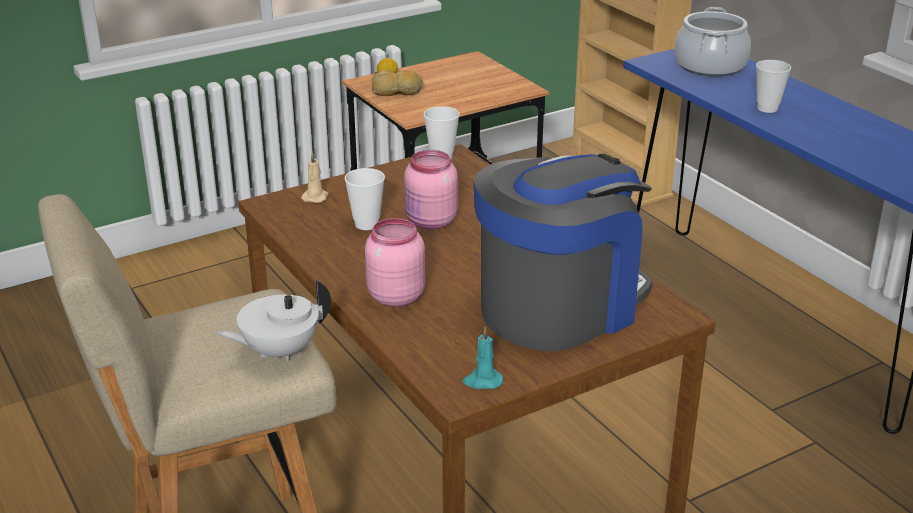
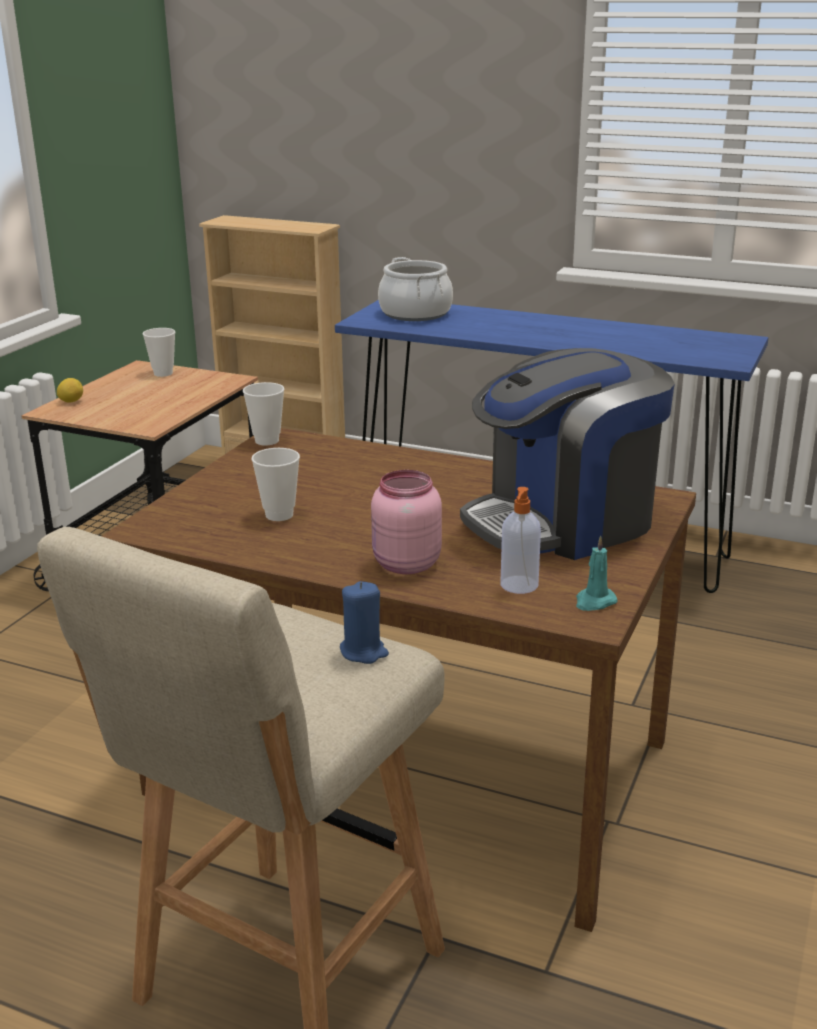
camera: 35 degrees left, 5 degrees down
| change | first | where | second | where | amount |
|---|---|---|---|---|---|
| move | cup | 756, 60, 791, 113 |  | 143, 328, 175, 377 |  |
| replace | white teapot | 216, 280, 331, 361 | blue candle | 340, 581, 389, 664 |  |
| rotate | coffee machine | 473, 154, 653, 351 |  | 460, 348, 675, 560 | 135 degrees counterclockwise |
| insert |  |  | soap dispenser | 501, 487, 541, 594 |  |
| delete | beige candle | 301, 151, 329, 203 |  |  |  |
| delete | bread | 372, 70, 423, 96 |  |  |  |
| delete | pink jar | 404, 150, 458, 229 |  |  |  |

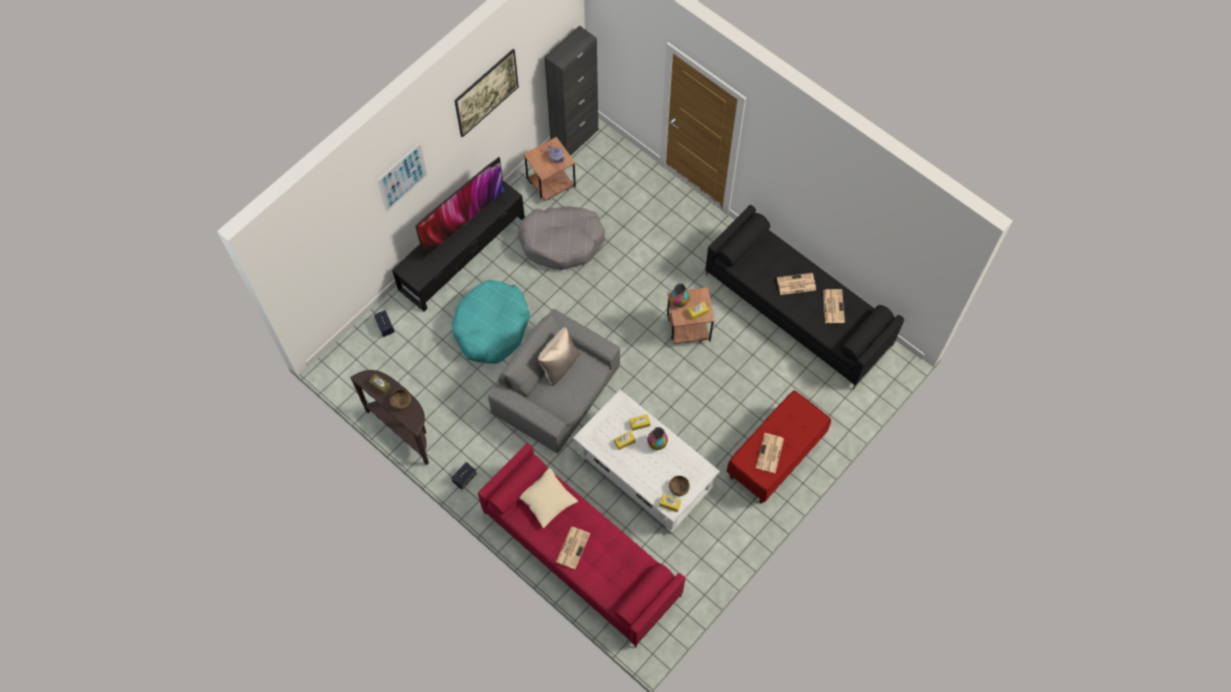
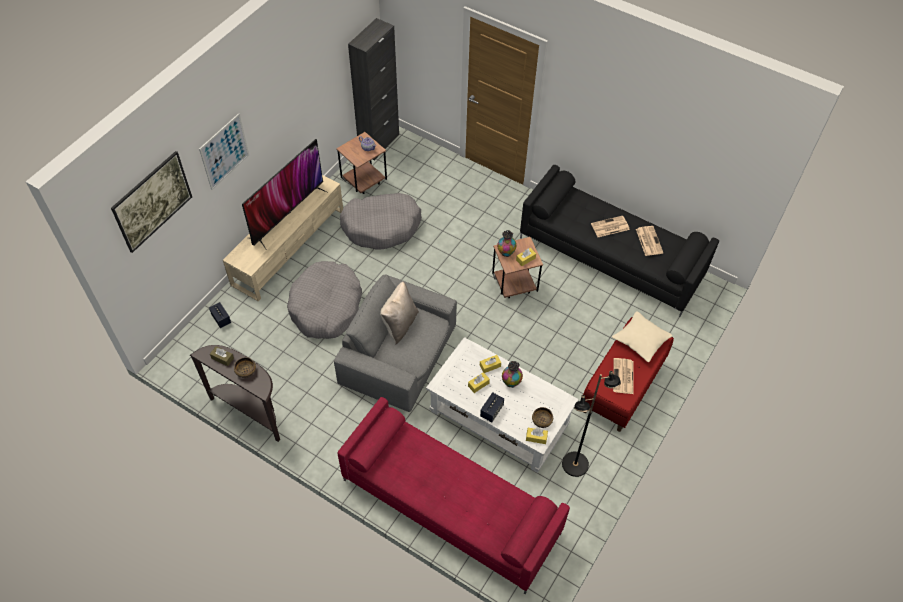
camera: 10 degrees left, 10 degrees down
| change | first | where | second | where | amount |
|---|---|---|---|---|---|
| move | picture | 454, 49, 519, 138 |  | 111, 151, 192, 253 |  |
| recolor | black tv stand | 392, 181, 525, 312 | beige tv stand | 223, 175, 343, 301 |  |
| recolor | turquoise dog bed | 452, 280, 530, 364 | grey dog bed | 287, 261, 362, 339 |  |
| move | speaker | 451, 462, 477, 490 |  | 480, 392, 504, 422 |  |
| insert |  |  | black floor lamp | 562, 371, 621, 477 |  |
| move | beige pillow | 520, 468, 578, 528 |  | 612, 311, 672, 362 |  |
| delete | newspaper | 556, 527, 590, 569 |  |  |  |

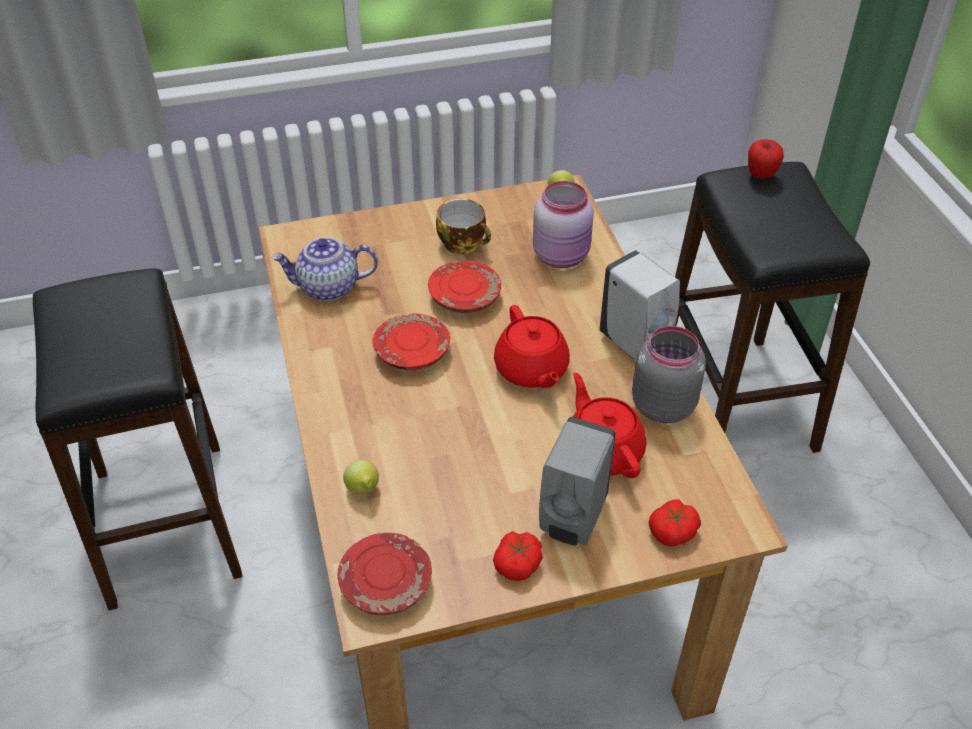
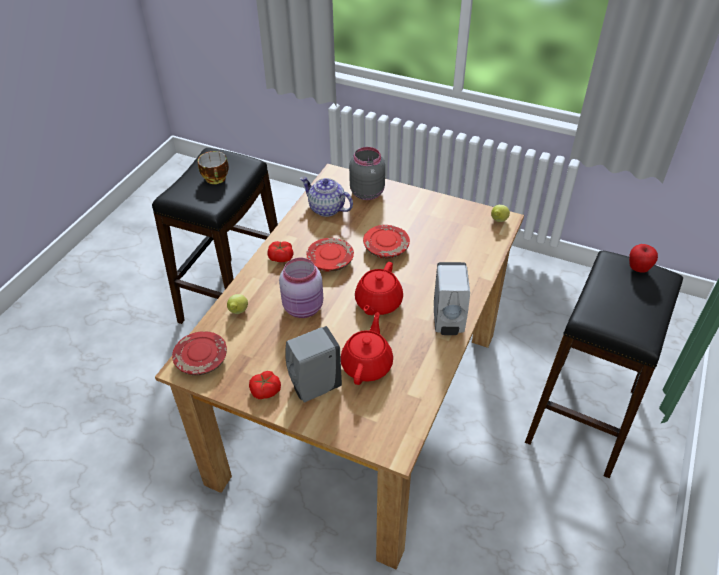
camera: 40 degrees right, 0 degrees up
| change | first | where | second | where | amount |
|---|---|---|---|---|---|
| move | cup | 436, 199, 491, 254 |  | 198, 151, 229, 184 |  |
| move | tomato | 649, 500, 701, 547 |  | 268, 241, 294, 262 |  |
| move | pink jar | 533, 181, 594, 268 |  | 279, 258, 323, 318 |  |
| move | grey jar | 632, 326, 706, 423 |  | 349, 147, 385, 200 |  |

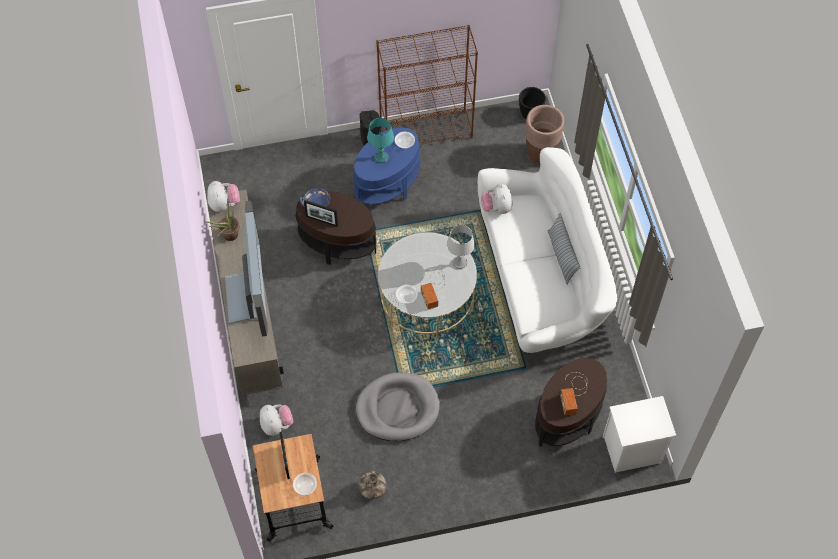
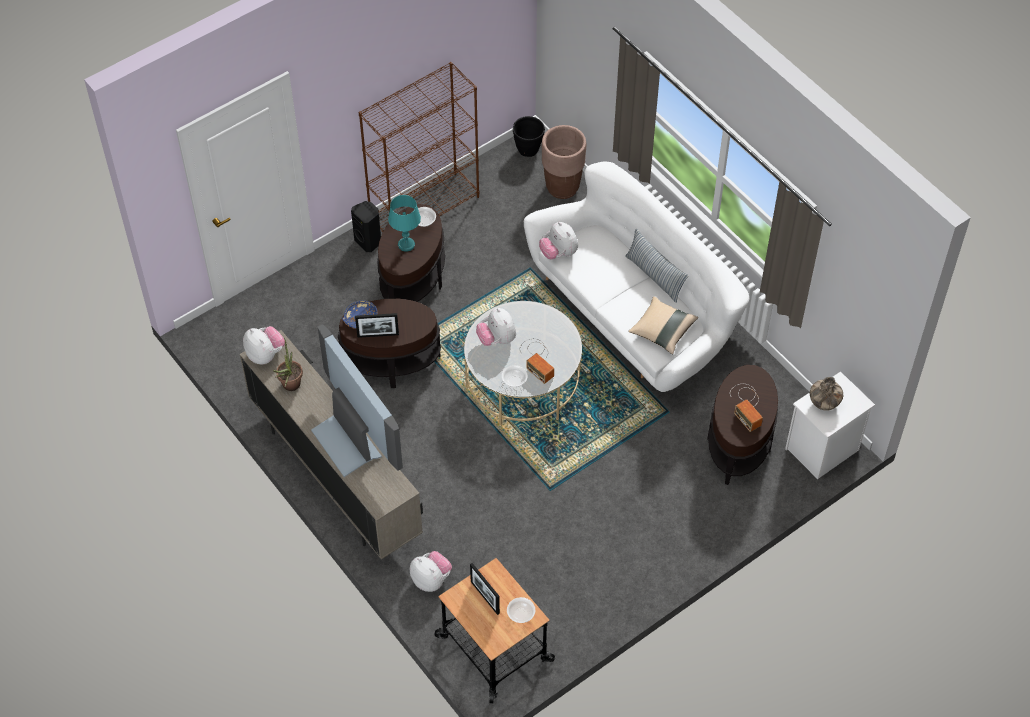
camera: 25 degrees left, 5 degrees down
| change | first | where | second | where | amount |
|---|---|---|---|---|---|
| recolor | blue side table | 353, 127, 421, 205 | brown side table | 377, 204, 445, 302 |  |
| insert |  |  | plush toy | 476, 308, 516, 346 |  |
| insert |  |  | beige pillow | 628, 296, 698, 354 |  |
| move | vase | 359, 471, 387, 499 |  | 810, 377, 843, 411 |  |
| delete | grey dog bed | 356, 372, 440, 441 |  |  |  |
| delete | grey table lamp | 447, 225, 475, 269 |  |  |  |

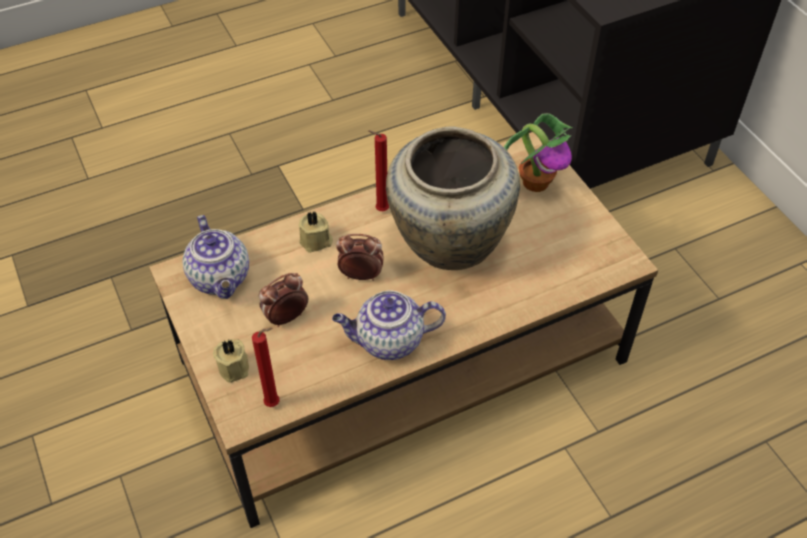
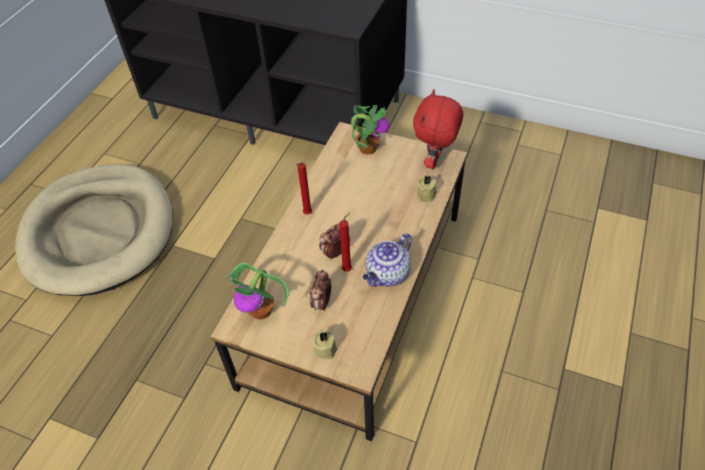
camera: 40 degrees left, 0 degrees up
| change | first | where | second | where | amount |
|---|---|---|---|---|---|
| insert |  |  | beige dog bed | 15, 164, 173, 296 |  |
| replace | teapot | 183, 215, 249, 299 | potted plant | 224, 263, 289, 320 |  |
| move | red candle | 252, 328, 280, 407 |  | 339, 212, 352, 272 |  |
| insert |  |  | red plush toy | 413, 89, 463, 169 |  |
| move | beige candle | 298, 212, 333, 253 |  | 417, 175, 437, 203 |  |
| delete | beige vase | 386, 126, 520, 270 |  |  |  |

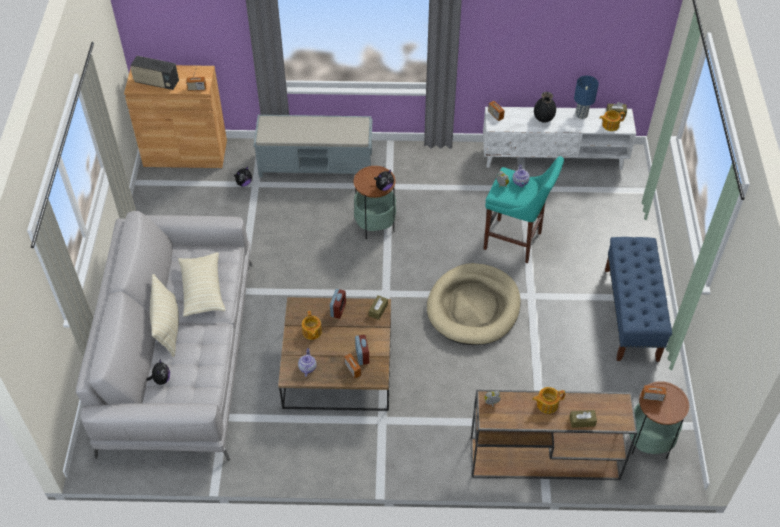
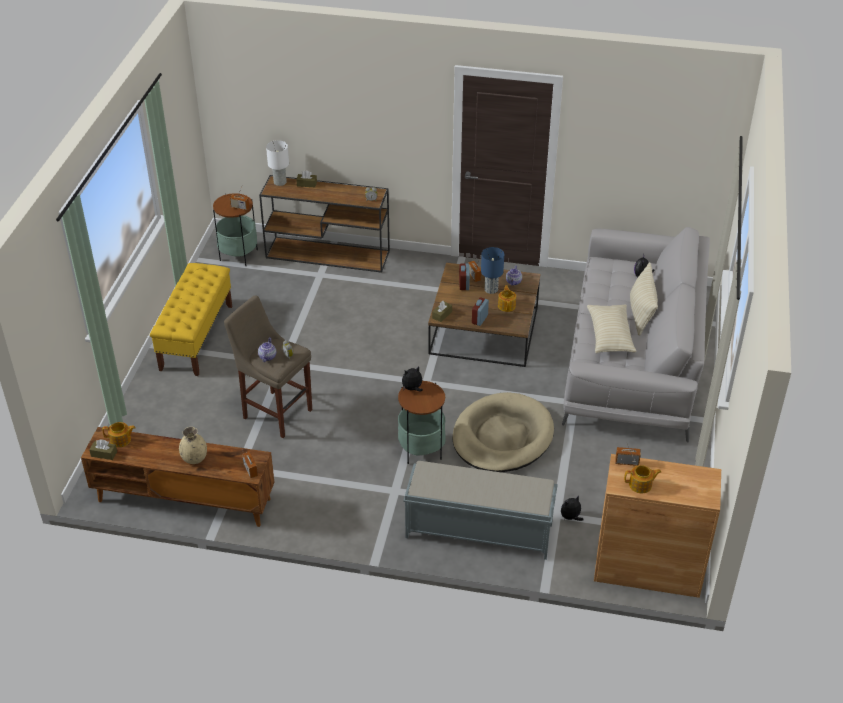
camera: 170 degrees left, 10 degrees down
| change | first | where | second | where | amount |
|---|---|---|---|---|---|
| recolor | white tv stand | 483, 107, 636, 170 | brown tv stand | 81, 427, 274, 527 |  |
| recolor | blue bench | 605, 237, 672, 362 | yellow bench | 150, 263, 232, 376 |  |
| recolor | black vase | 534, 92, 556, 123 | beige vase | 179, 427, 207, 464 |  |
| recolor | turquoise stool | 484, 156, 564, 263 | beige stool | 224, 295, 312, 438 |  |
| insert |  |  | white table lamp | 266, 140, 289, 186 |  |
| move | beige dog bed | 427, 263, 521, 345 |  | 452, 392, 554, 472 |  |
| move | blue table lamp | 574, 76, 599, 119 |  | 481, 247, 504, 294 |  |
| move | teapot | 532, 387, 565, 414 |  | 624, 465, 661, 493 |  |
| delete | radio | 131, 56, 179, 90 |  |  |  |

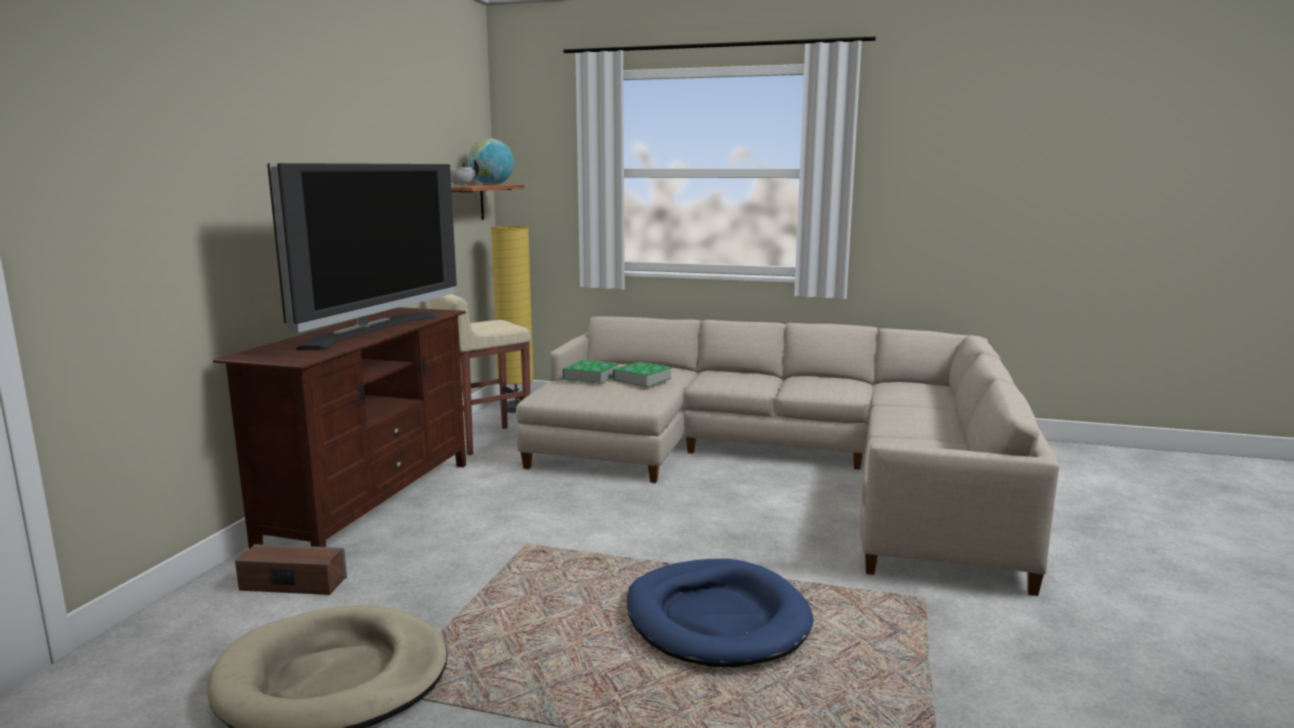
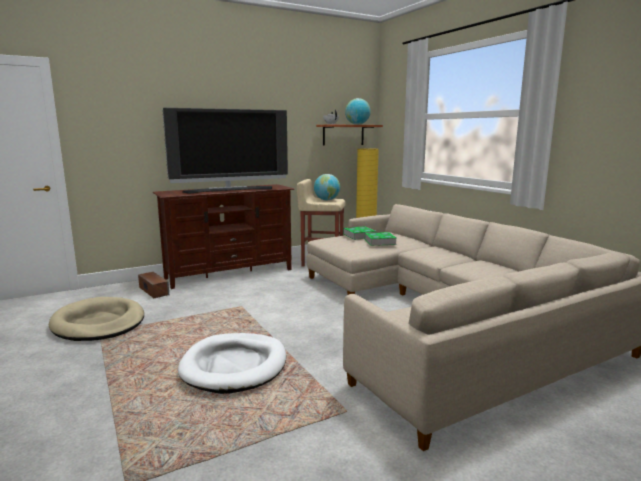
camera: 45 degrees right, 0 degrees up
| change | first | where | second | where | amount |
|---|---|---|---|---|---|
| recolor | blue dog bed | 626, 559, 813, 667 | white dog bed | 178, 333, 286, 394 |  |
| insert |  |  | globe | 314, 174, 340, 200 |  |

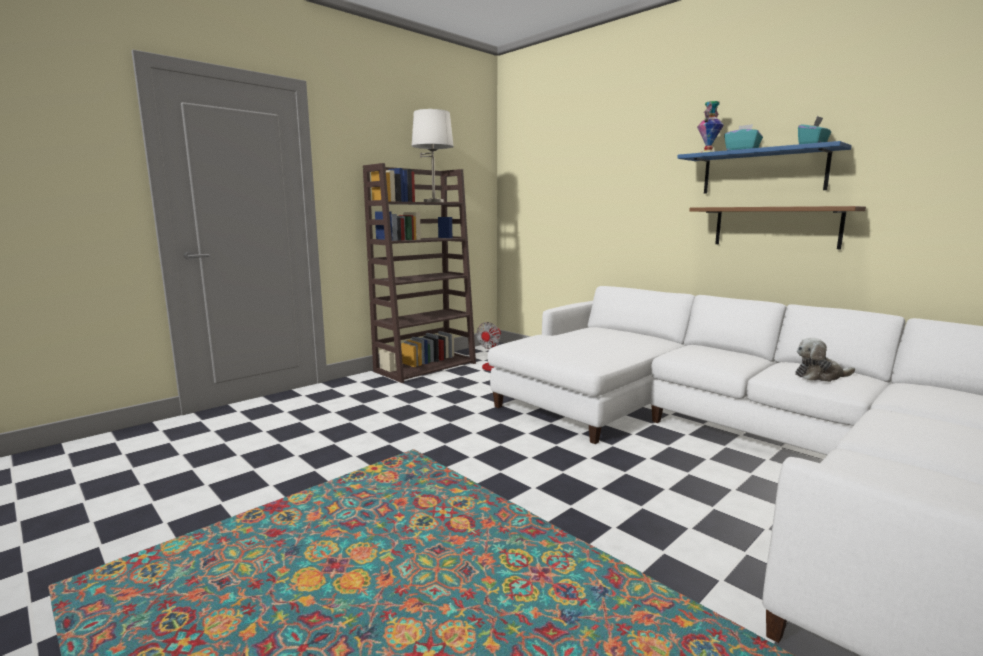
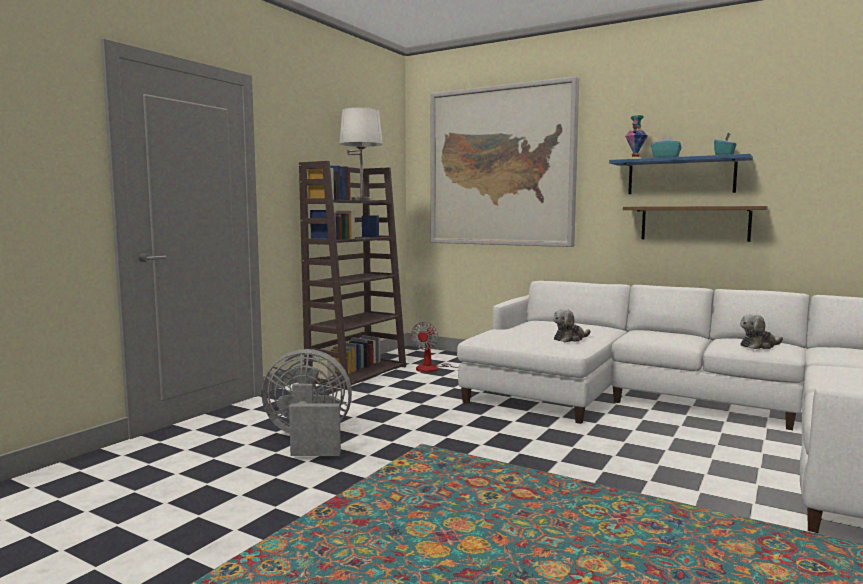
camera: 15 degrees left, 5 degrees down
| change | first | where | second | where | amount |
|---|---|---|---|---|---|
| insert |  |  | grey fan | 261, 349, 352, 456 |  |
| insert |  |  | picture | 430, 76, 579, 247 |  |
| insert |  |  | plush toy | 553, 309, 590, 342 |  |

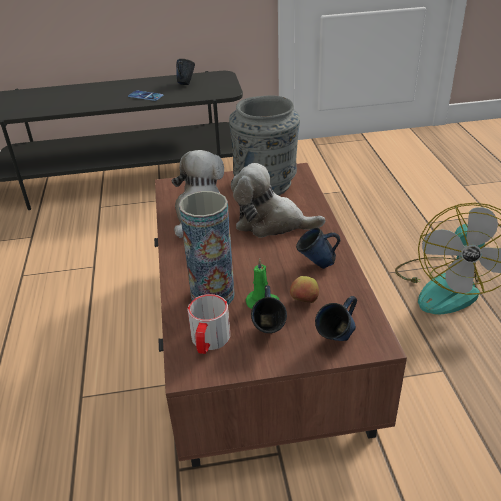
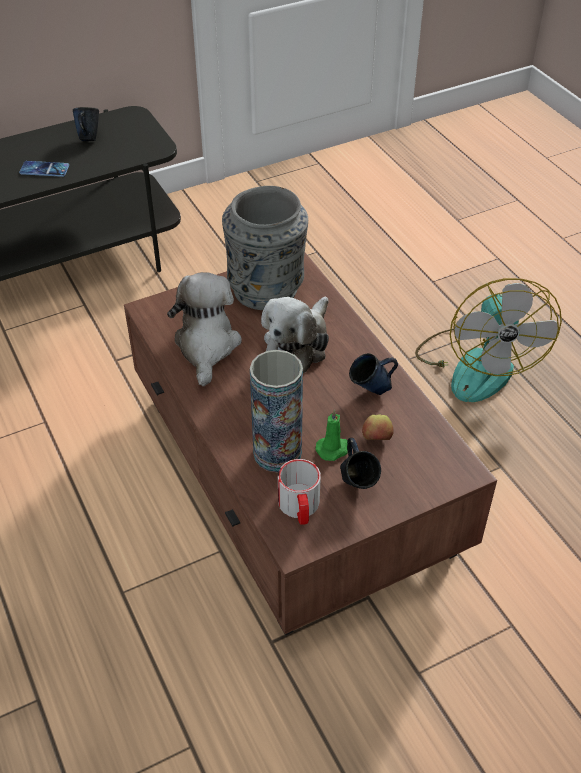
camera: 20 degrees left, 10 degrees up
| change | first | where | second | where | amount |
|---|---|---|---|---|---|
| rotate | plush toy | 231, 163, 325, 238 |  | 261, 297, 329, 373 | 60 degrees counterclockwise |
| delete | blue mug | 315, 296, 357, 341 |  |  |  |

